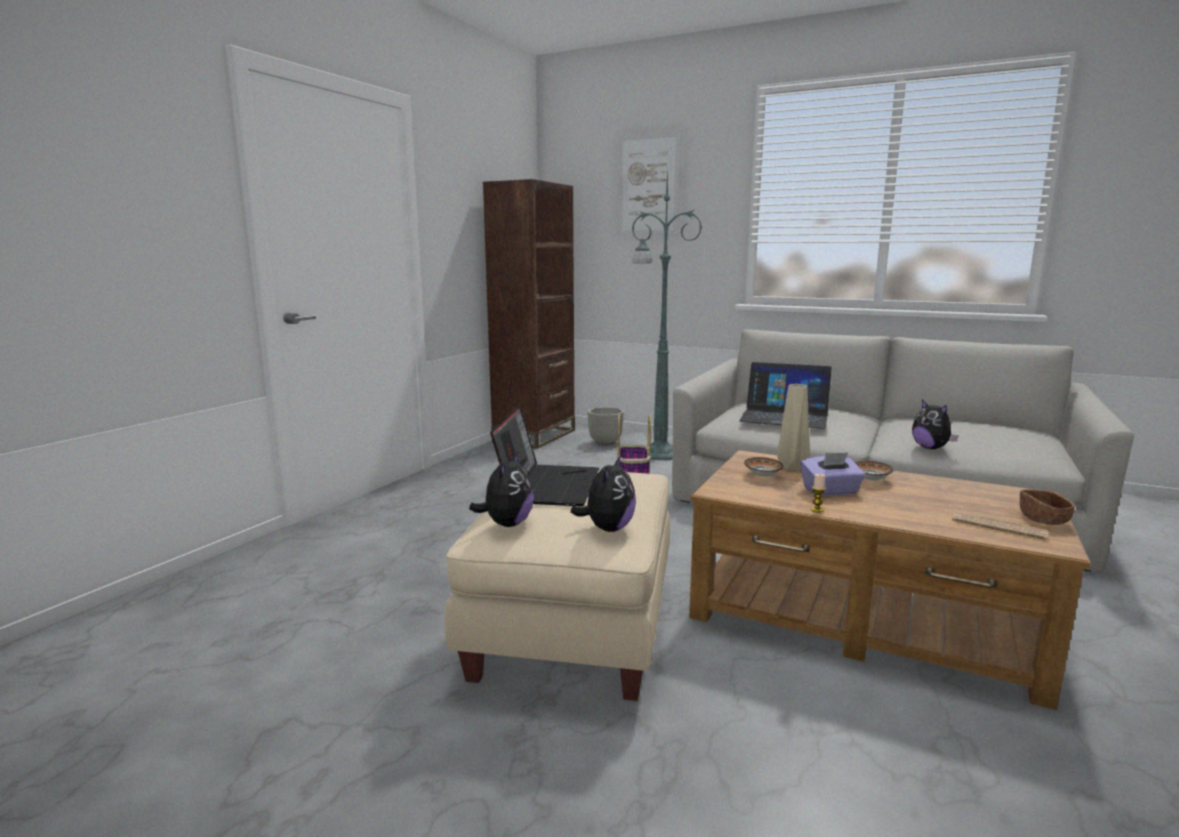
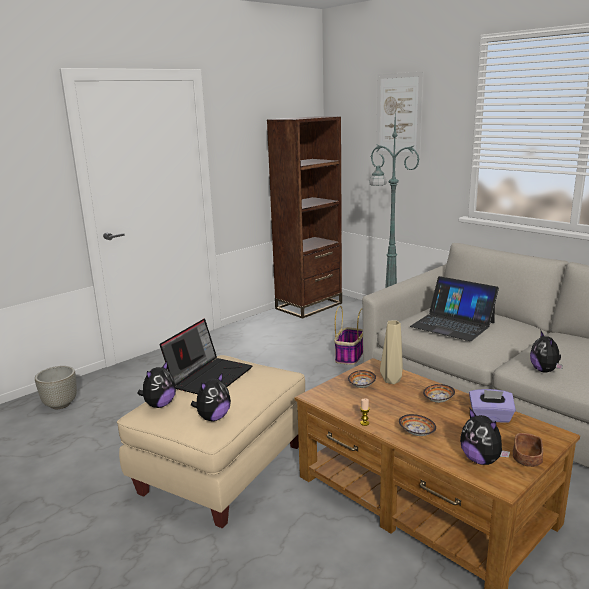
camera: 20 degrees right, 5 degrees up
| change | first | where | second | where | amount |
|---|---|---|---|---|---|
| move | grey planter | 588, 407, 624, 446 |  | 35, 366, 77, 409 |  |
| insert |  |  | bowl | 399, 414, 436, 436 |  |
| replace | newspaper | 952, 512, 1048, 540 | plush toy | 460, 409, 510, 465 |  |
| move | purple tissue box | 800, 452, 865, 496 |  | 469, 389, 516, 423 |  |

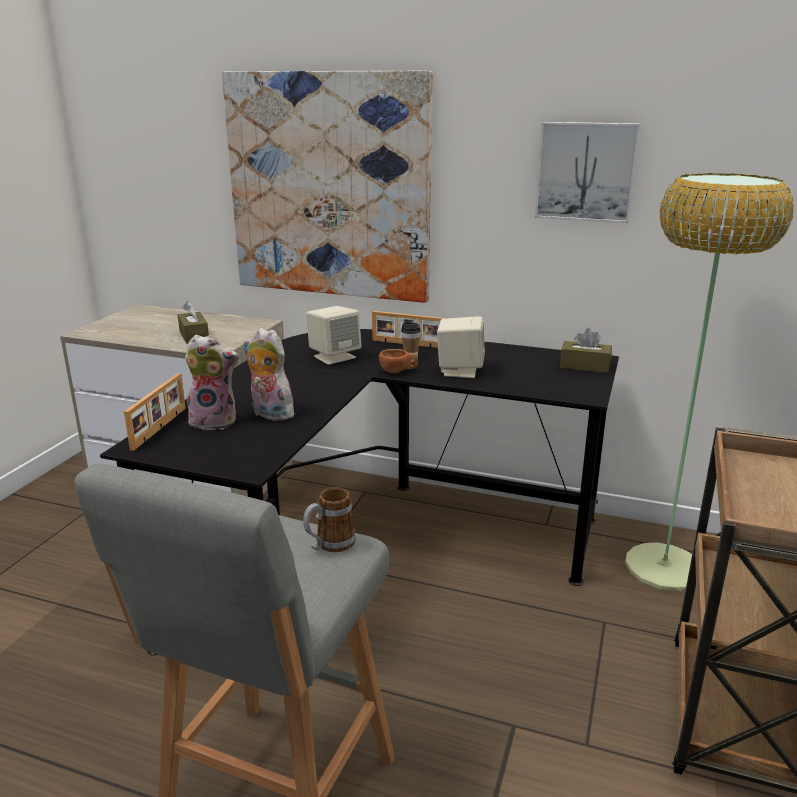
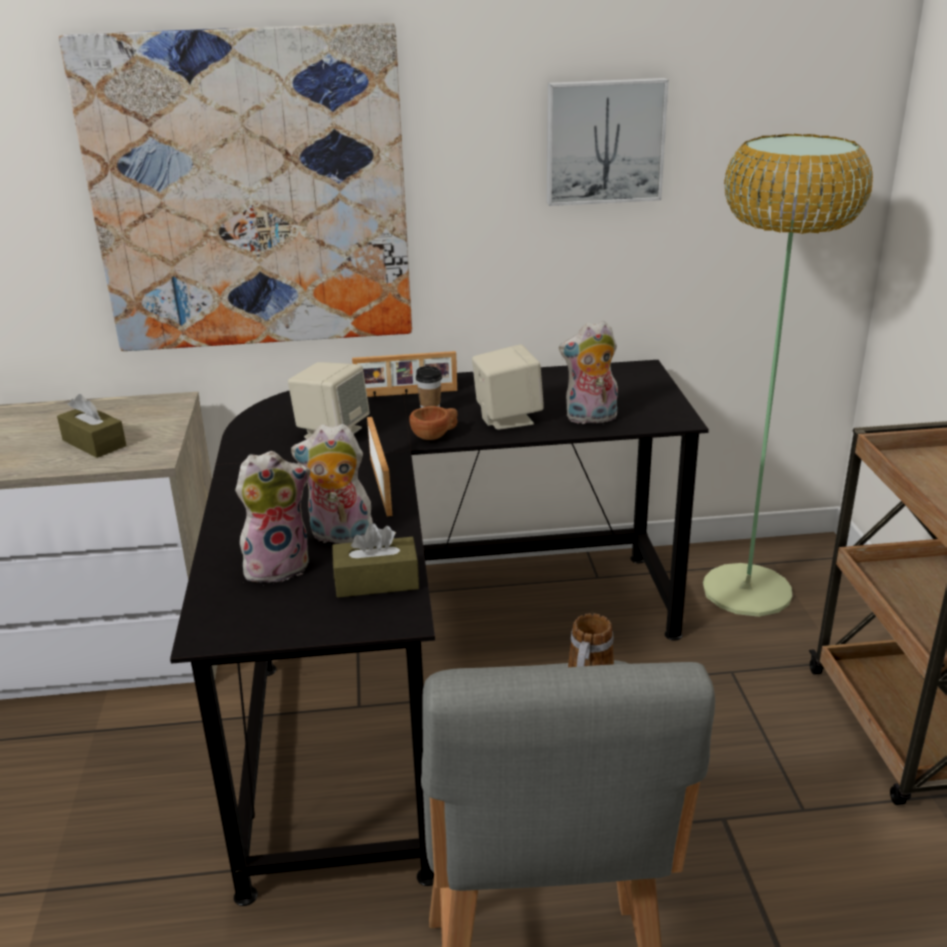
camera: 25 degrees left, 5 degrees up
| change | first | where | second | where | amount |
|---|---|---|---|---|---|
| move | brown tissue box | 560, 328, 612, 373 |  | 332, 523, 419, 598 |  |
| move | picture frame | 124, 373, 186, 451 |  | 367, 417, 393, 516 |  |
| insert |  |  | plush toy | 559, 321, 618, 424 |  |

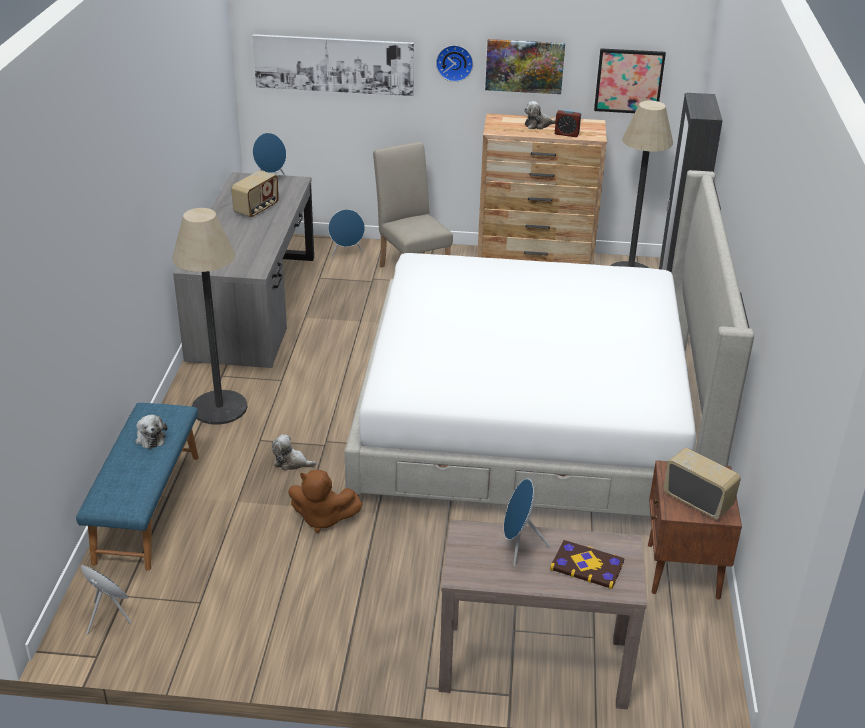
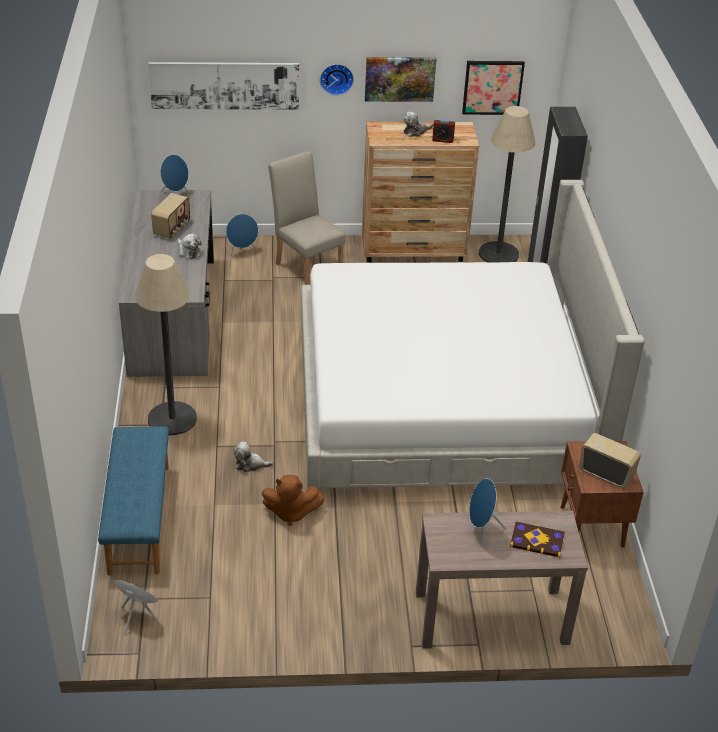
camera: 10 degrees left, 5 degrees up
| change | first | where | second | where | amount |
|---|---|---|---|---|---|
| move | plush toy | 135, 415, 167, 449 |  | 177, 233, 202, 259 |  |

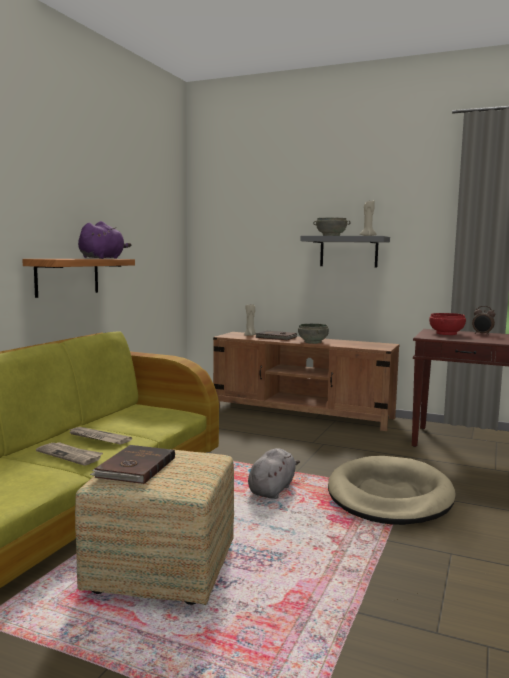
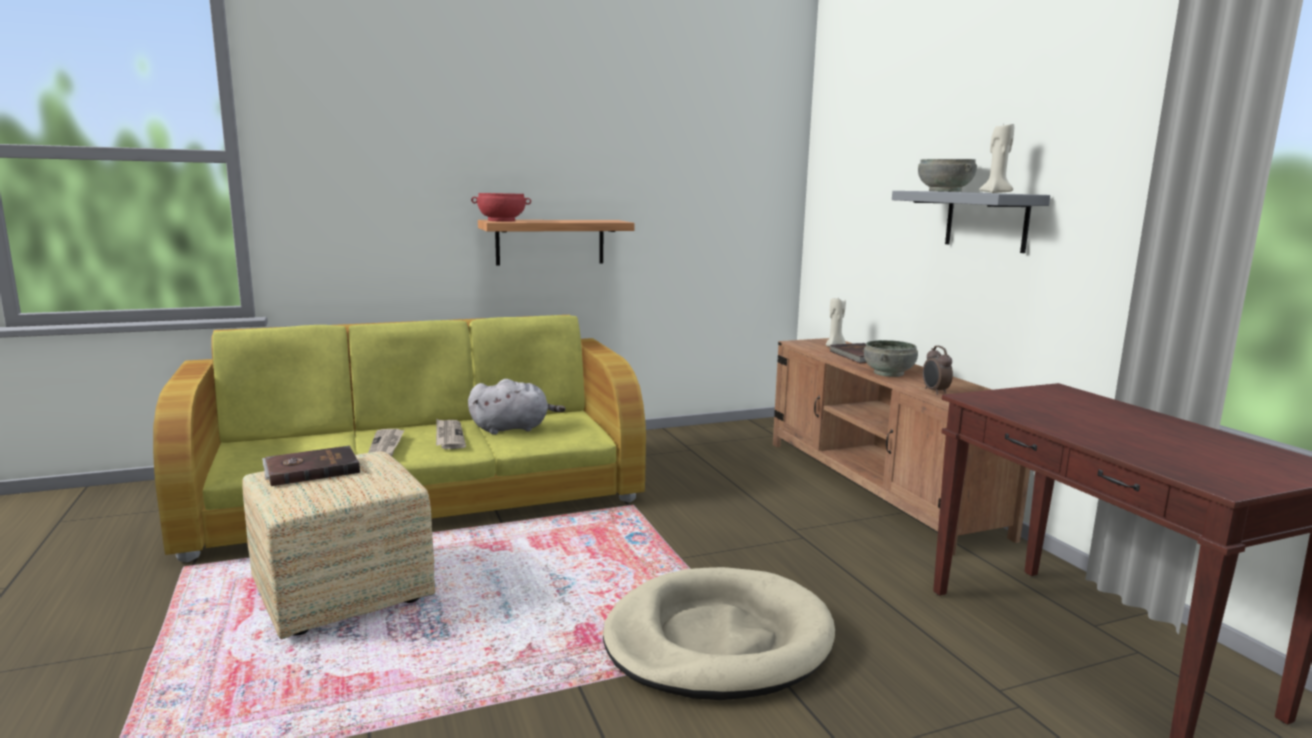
camera: 45 degrees right, 5 degrees up
| change | first | where | second | where | amount |
|---|---|---|---|---|---|
| move | grey plush toy | 248, 448, 300, 499 |  | 468, 379, 566, 435 |  |
| move | red bowl | 429, 313, 466, 335 |  | 471, 193, 531, 222 |  |
| move | alarm clock | 472, 306, 495, 335 |  | 923, 346, 953, 395 |  |
| delete | purple plush toy | 78, 221, 131, 259 |  |  |  |

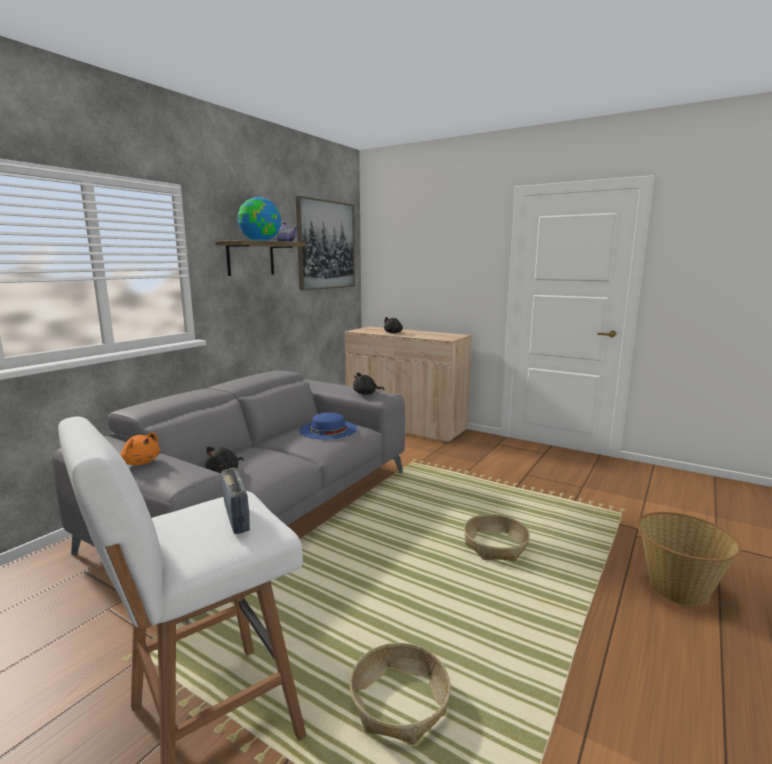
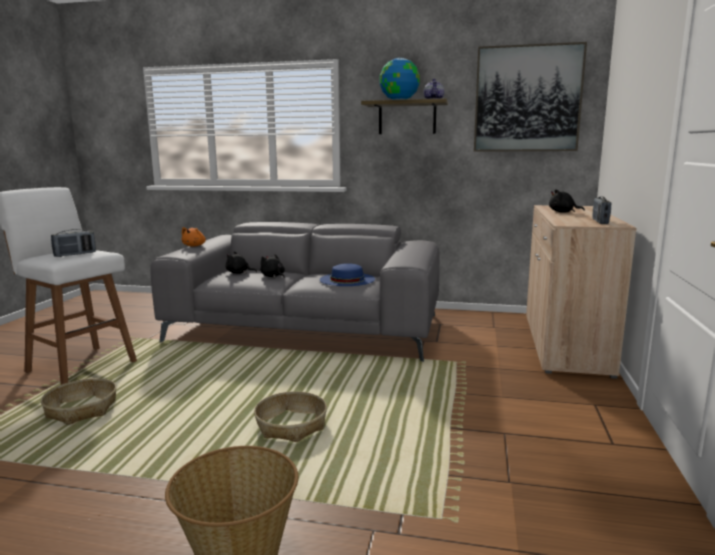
camera: 70 degrees right, 0 degrees up
| change | first | where | second | where | amount |
|---|---|---|---|---|---|
| move | black plush toy | 353, 372, 385, 395 |  | 260, 254, 285, 278 |  |
| insert |  |  | radio | 592, 196, 611, 224 |  |

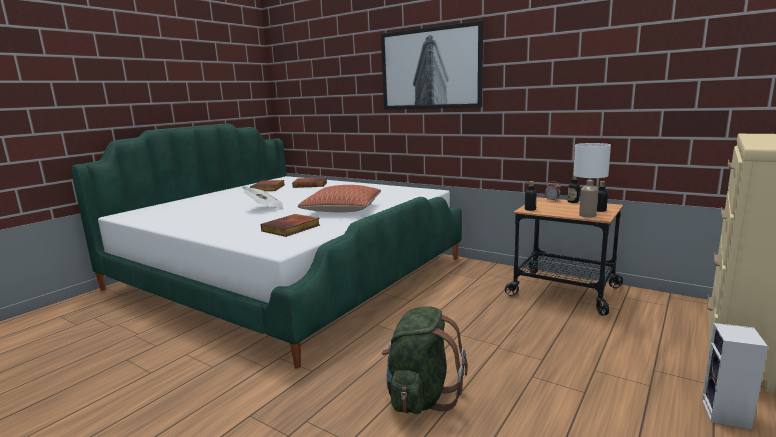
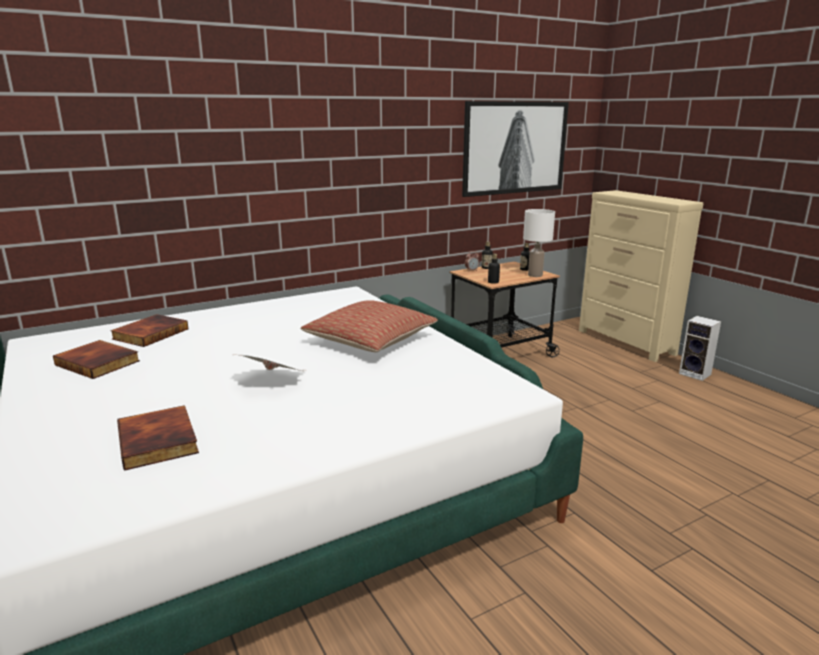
camera: 65 degrees left, 5 degrees up
| change | first | where | second | where | amount |
|---|---|---|---|---|---|
| move | book | 261, 214, 320, 237 |  | 117, 405, 199, 471 |  |
| move | picture | 381, 20, 483, 110 |  | 462, 101, 569, 197 |  |
| delete | green backpack | 382, 306, 468, 414 |  |  |  |

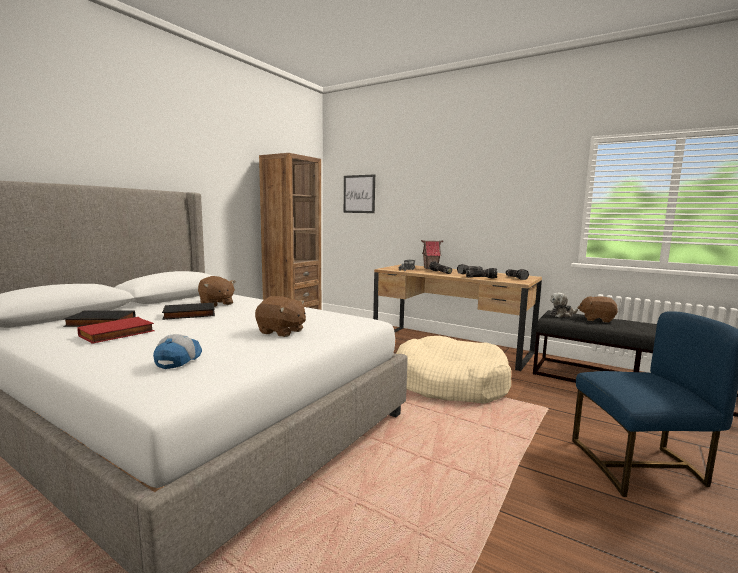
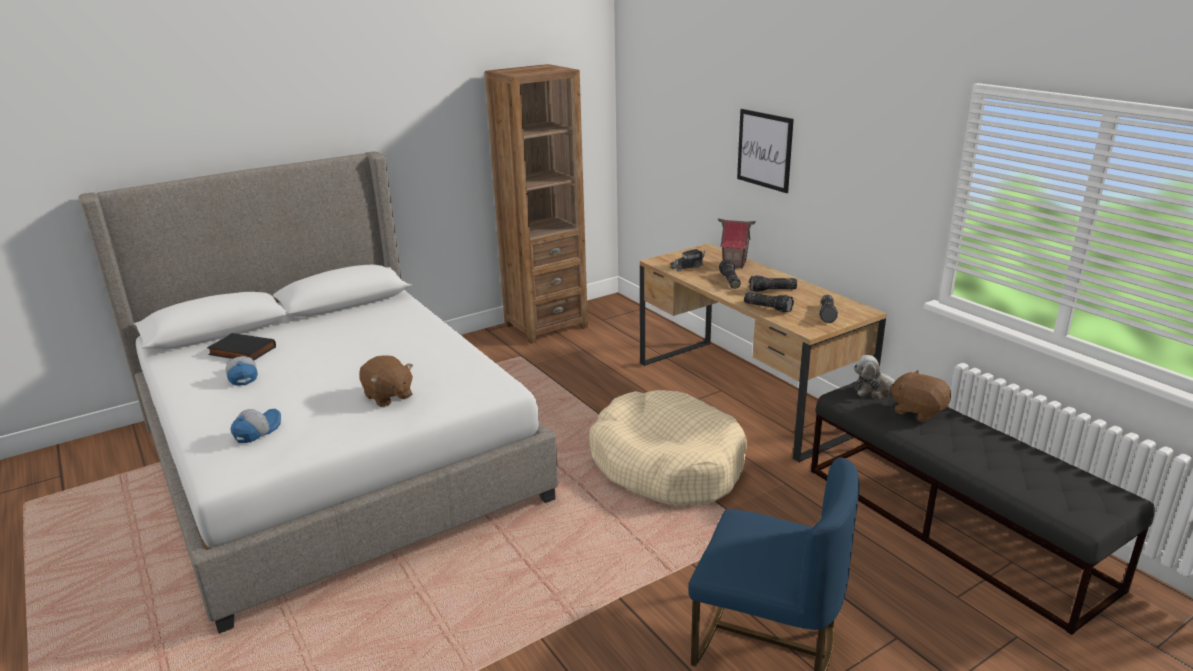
camera: 25 degrees right, 15 degrees up
| change | first | where | second | where | amount |
|---|---|---|---|---|---|
| replace | red book | 77, 317, 155, 344 | cap | 225, 356, 258, 385 |  |
| move | picture | 344, 174, 375, 213 |  | 737, 109, 794, 193 |  |
| delete | black book | 162, 303, 215, 320 |  |  |  |
| delete | brown plush toy | 198, 276, 236, 307 |  |  |  |

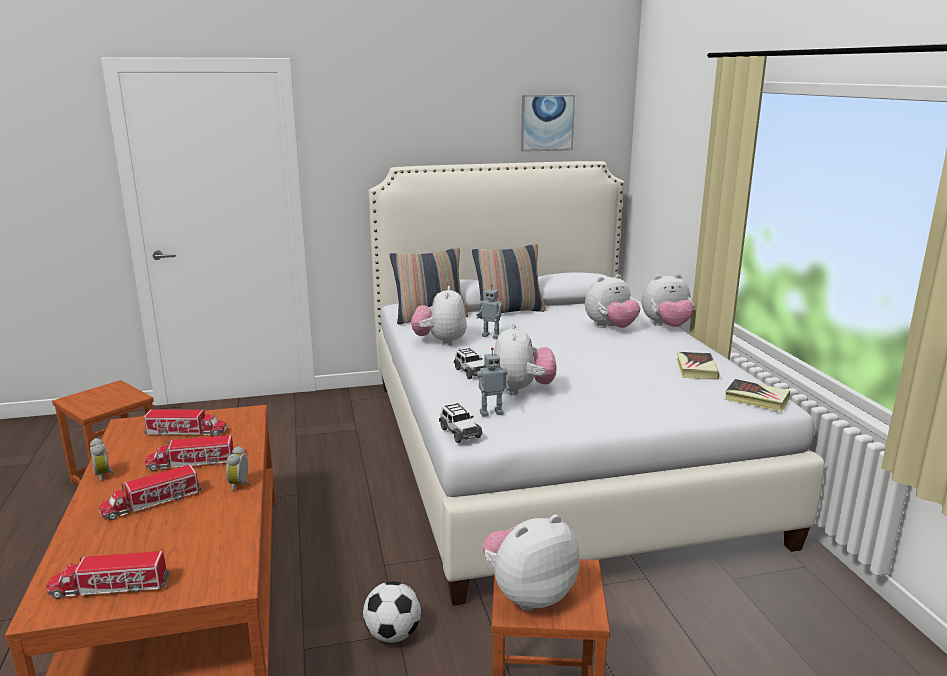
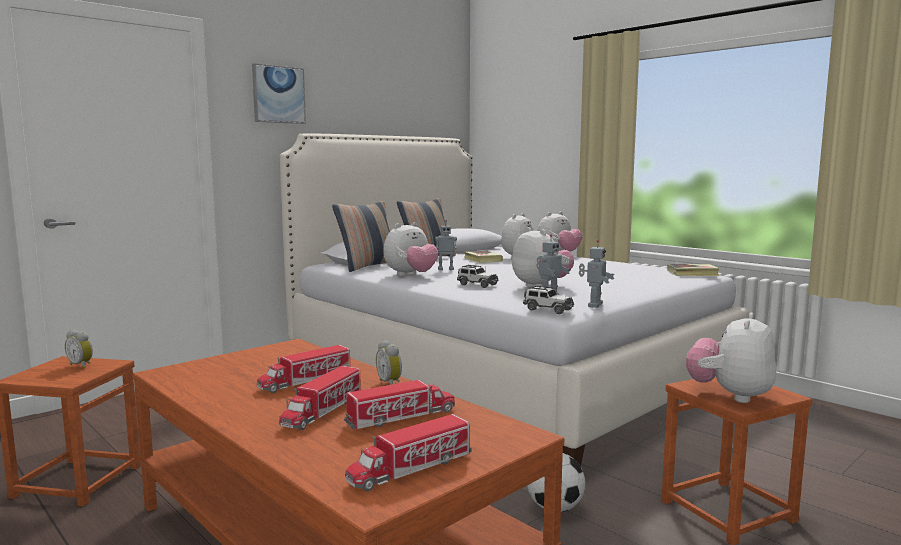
camera: 30 degrees left, 10 degrees down
| change | first | where | second | where | amount |
|---|---|---|---|---|---|
| move | alarm clock | 90, 438, 114, 482 |  | 65, 330, 93, 368 |  |
| move | picture | 521, 95, 575, 152 |  | 252, 63, 306, 124 |  |
| move | toy truck | 144, 409, 227, 436 |  | 344, 380, 455, 429 |  |
| rotate | plush toy | 411, 286, 467, 346 |  | 384, 222, 439, 276 | 105 degrees counterclockwise |
| move | book | 677, 352, 720, 379 |  | 464, 250, 503, 263 |  |
| insert |  |  | toy robot | 579, 240, 615, 308 |  |

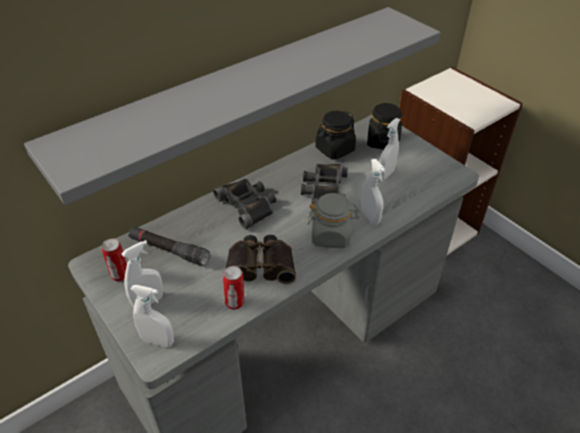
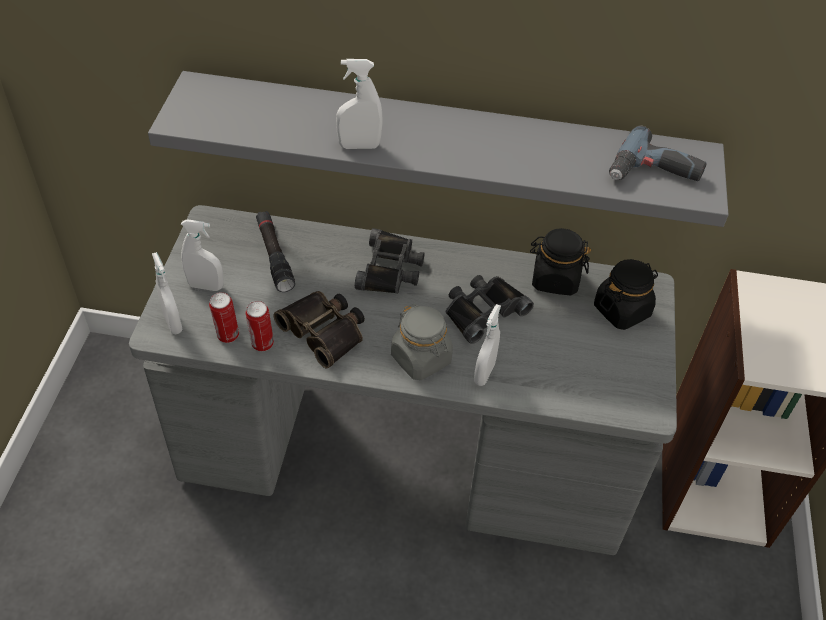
camera: 45 degrees right, 5 degrees up
| change | first | where | second | where | amount |
|---|---|---|---|---|---|
| move | can | 101, 238, 127, 281 |  | 209, 292, 239, 343 |  |
| move | white spray bottle | 378, 118, 400, 180 |  | 336, 59, 383, 149 |  |
| insert |  |  | power drill | 609, 125, 707, 181 |  |

